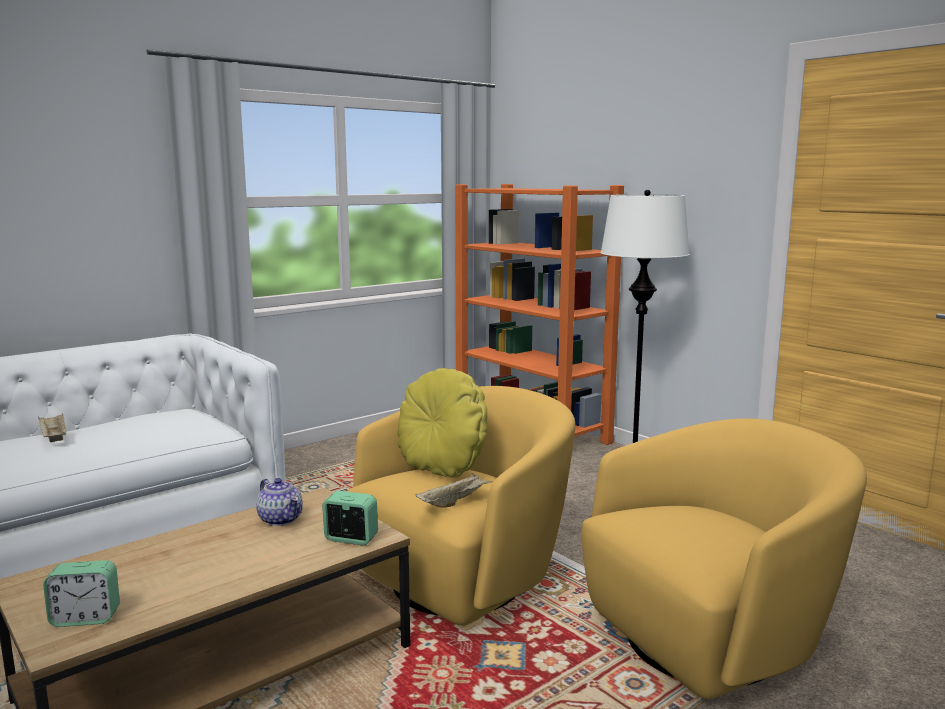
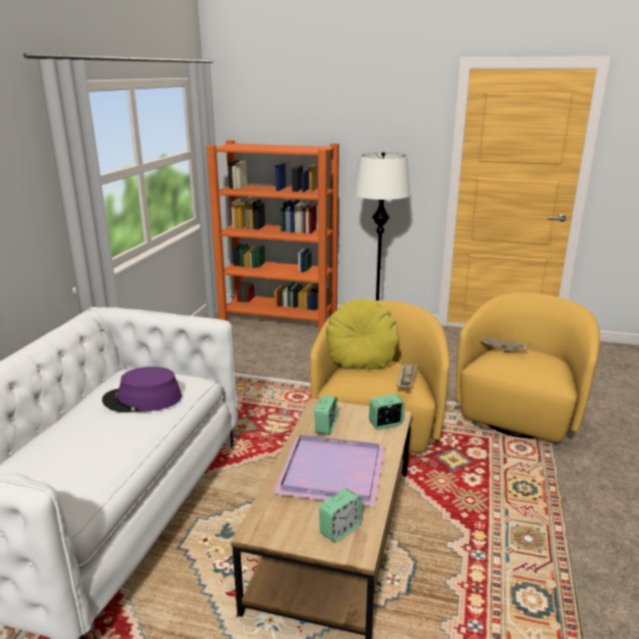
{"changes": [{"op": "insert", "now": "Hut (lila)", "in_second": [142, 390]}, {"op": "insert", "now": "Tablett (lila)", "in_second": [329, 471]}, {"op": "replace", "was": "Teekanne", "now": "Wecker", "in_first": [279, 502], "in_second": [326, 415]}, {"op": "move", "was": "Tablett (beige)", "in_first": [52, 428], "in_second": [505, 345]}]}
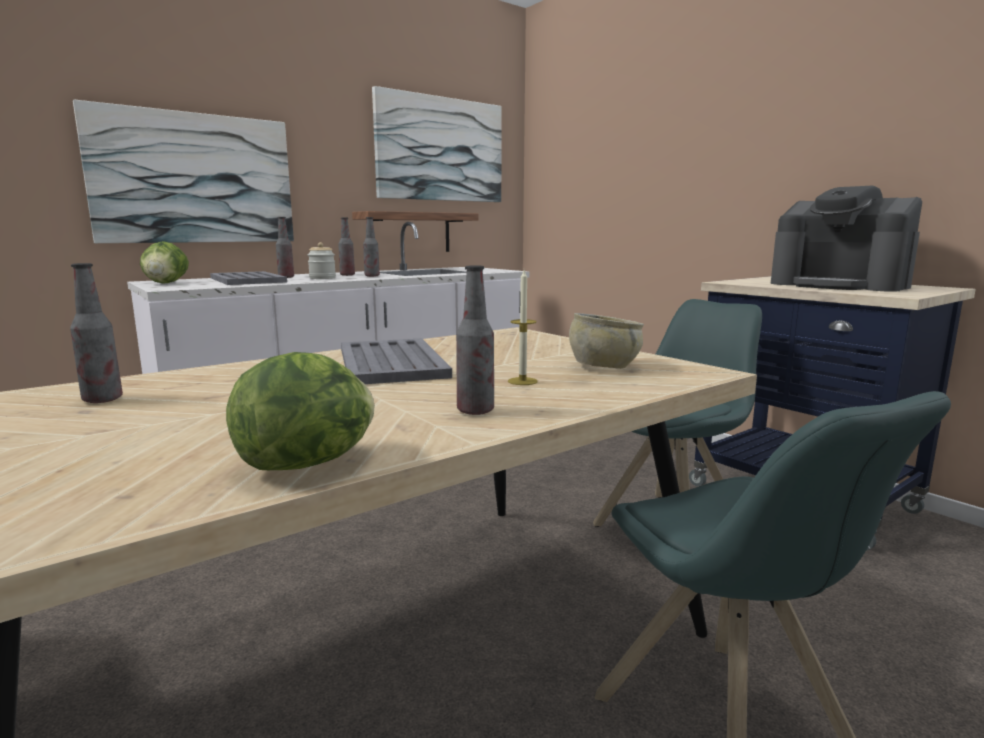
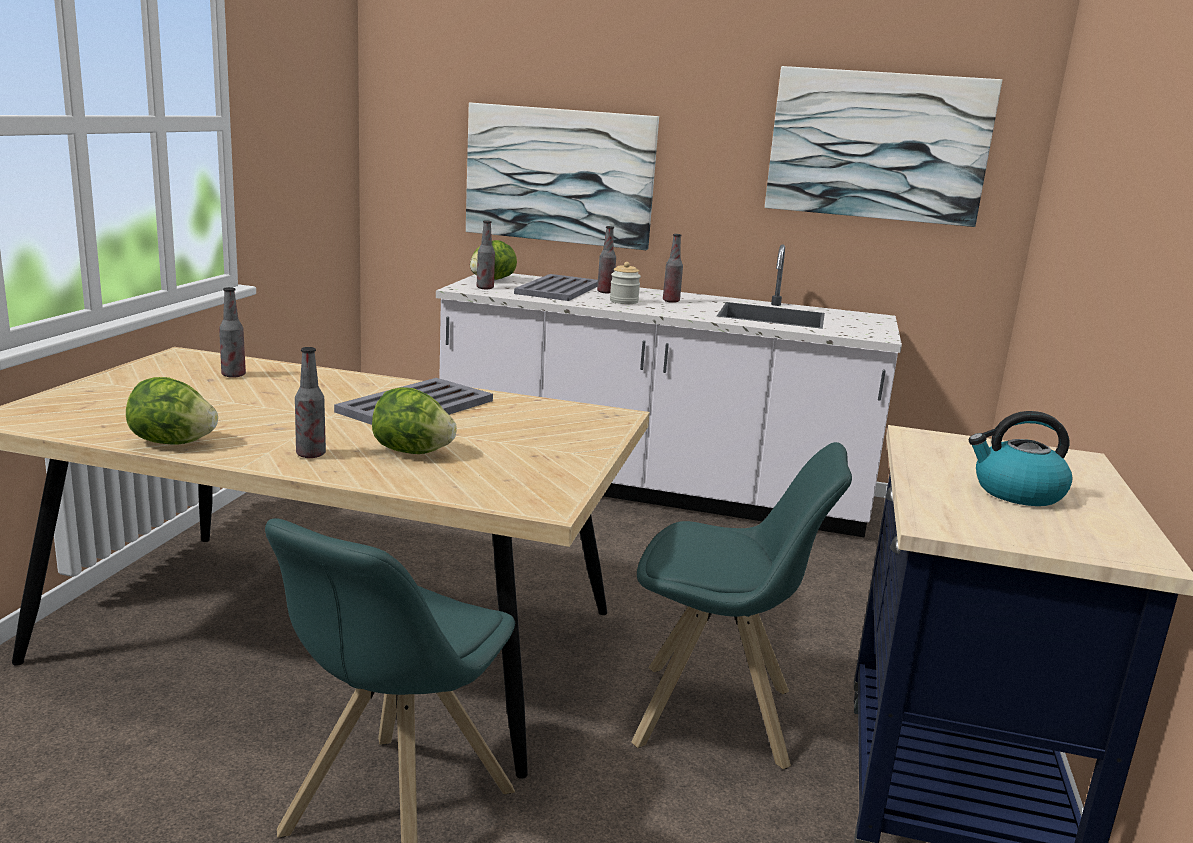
{"changes": [{"op": "replace", "was": "Kerze", "now": "Salatkopf", "in_first": [523, 327], "in_second": [414, 420]}, {"op": "move", "was": "Flasche", "in_first": [371, 247], "in_second": [486, 254]}, {"op": "replace", "was": "Kaffeemaschine", "now": "Wasserkessel", "in_first": [846, 238], "in_second": [1021, 458]}, {"op": "delete", "was": "Wandregal", "in_first": [415, 231]}, {"op": "delete", "was": "Schüssel (beige)", "in_first": [606, 341]}]}
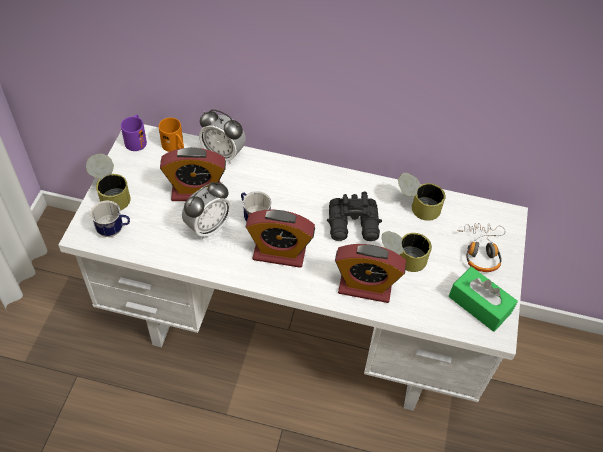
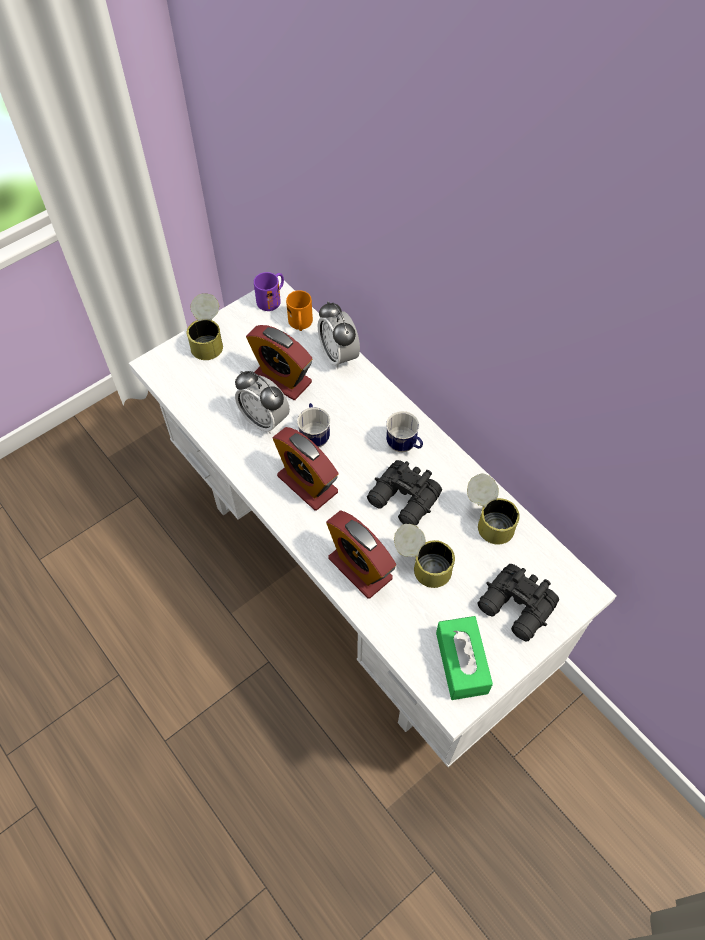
{"changes": [{"op": "rotate", "was": "Wecker", "in_first": [207, 211], "in_second": [262, 402], "clockwise": 45}, {"op": "move", "was": "Henkelbecher", "in_first": [110, 218], "in_second": [404, 431]}, {"op": "replace", "was": "Kopfhörer", "now": "Fernglas (schwarz)", "in_first": [481, 247], "in_second": [518, 603]}]}
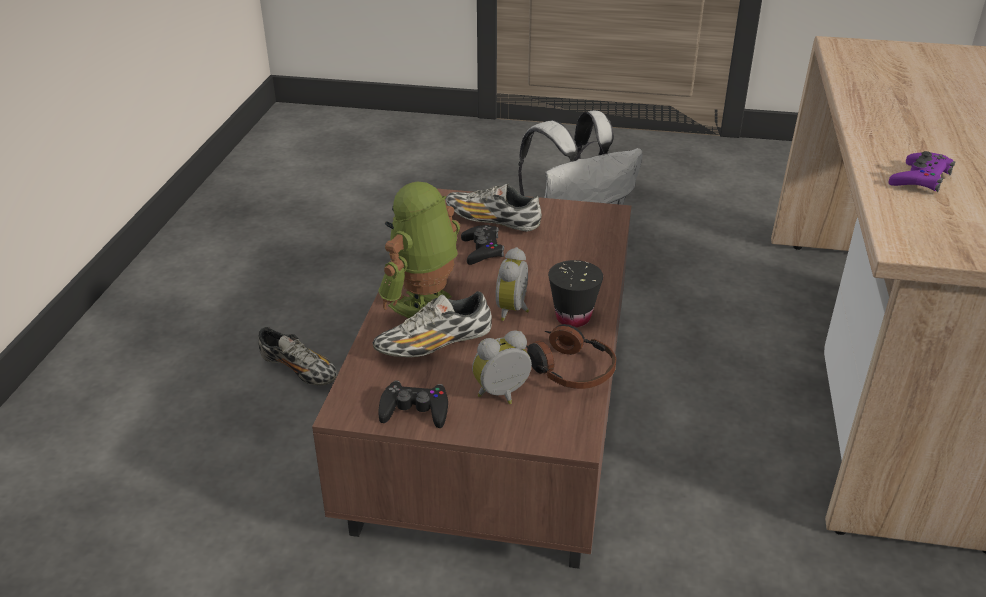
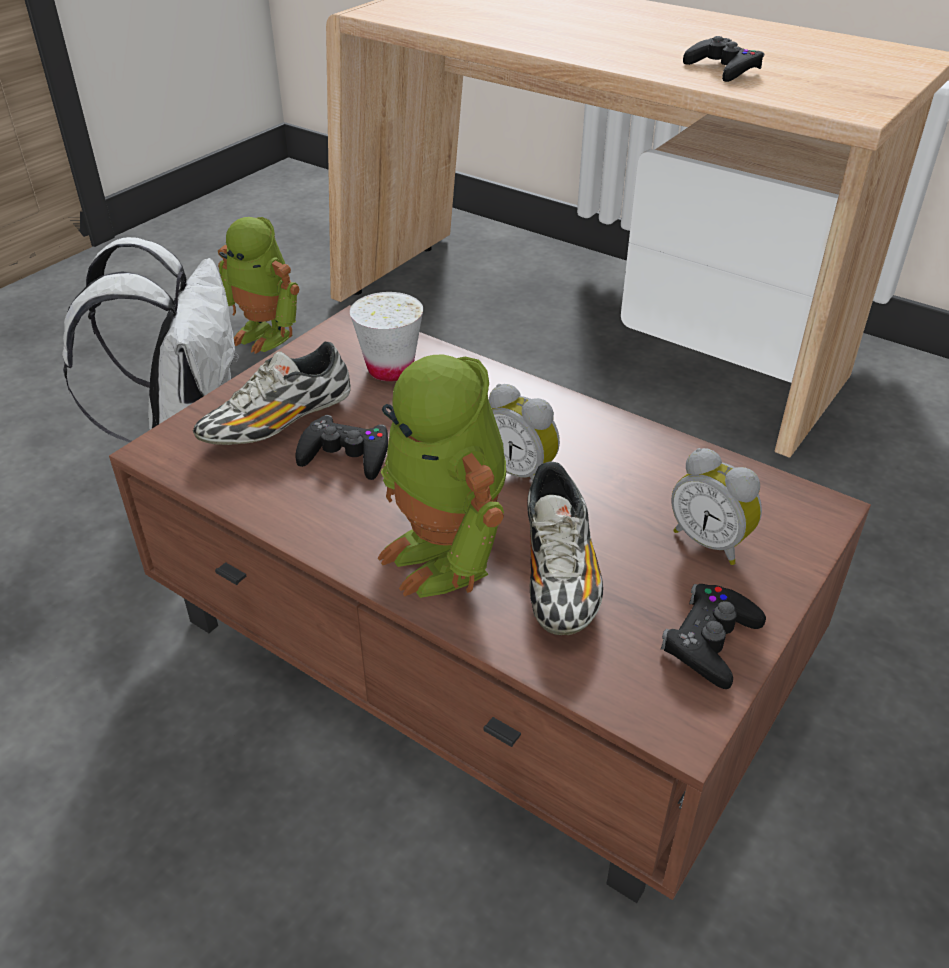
{"changes": [{"op": "insert", "now": "Spielzeugroboter", "in_second": [258, 285]}, {"op": "insert", "now": "Tasse (weiß)", "in_second": [386, 336]}, {"op": "rotate", "was": "Wecker", "in_first": [502, 367], "in_second": [716, 506], "clockwise": -45}, {"op": "recolor", "was": "Gamepad (lila)", "now": "Gamepad (schwarz)", "in_first": [921, 171], "in_second": [723, 59]}, {"op": "delete", "was": "Schuh", "in_first": [297, 356]}, {"op": "delete", "was": "Kopfhörer", "in_first": [571, 356]}, {"op": "delete", "was": "Tasse (schwarz)", "in_first": [575, 293]}]}
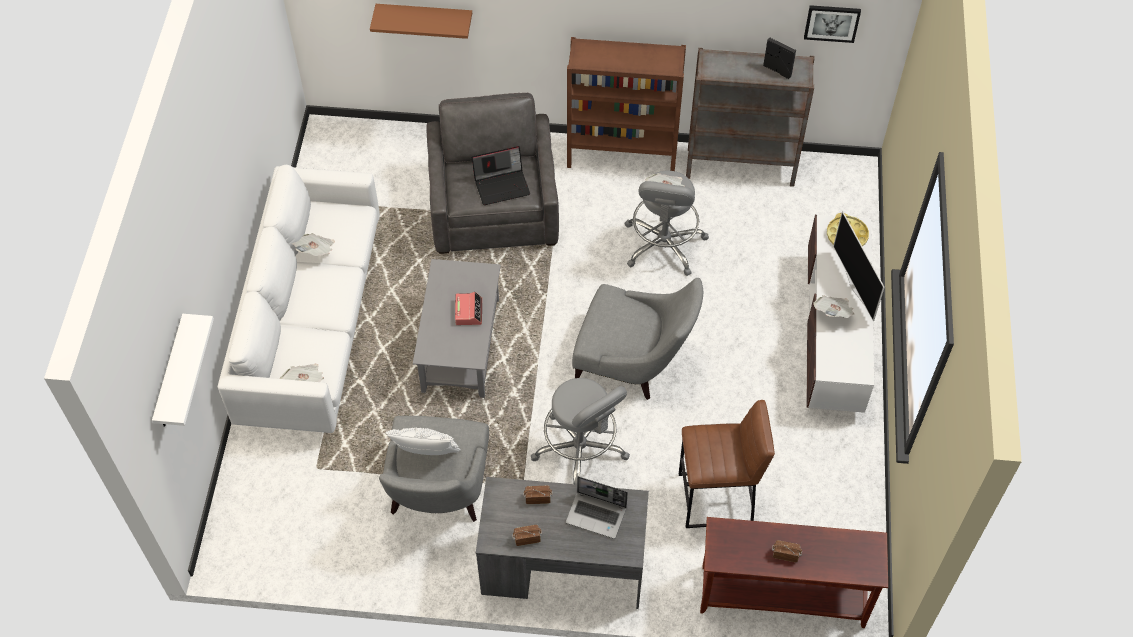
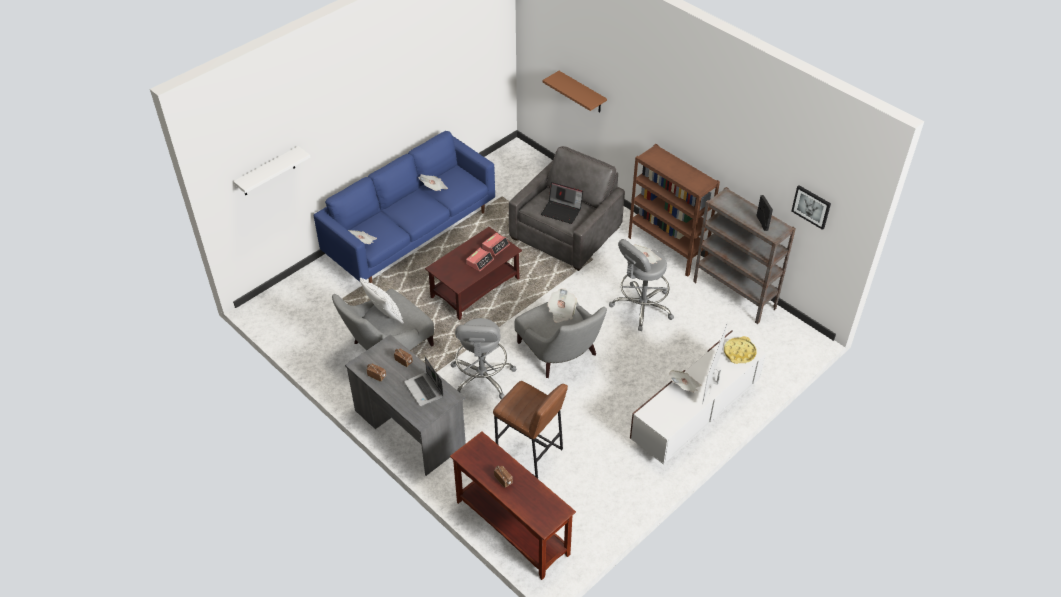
{"changes": [{"op": "recolor", "was": "Sofa (weiß)", "now": "Sofa (blau)", "in_first": [299, 299], "in_second": [404, 207]}, {"op": "recolor", "was": "Couchtisch (grau)", "now": "Couchtisch (braun)", "in_first": [457, 328], "in_second": [473, 273]}, {"op": "insert", "now": "Wecker", "in_second": [496, 244]}, {"op": "insert", "now": "Zeitung", "in_second": [562, 305]}]}
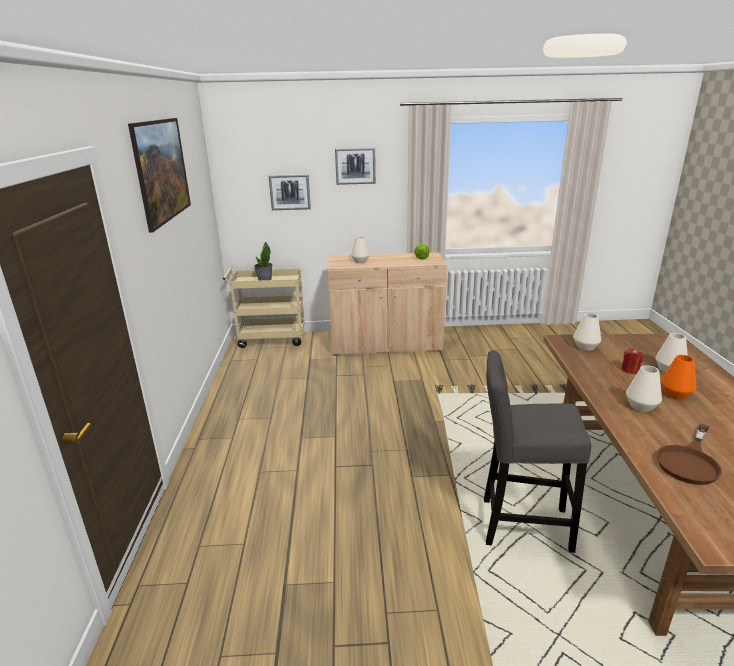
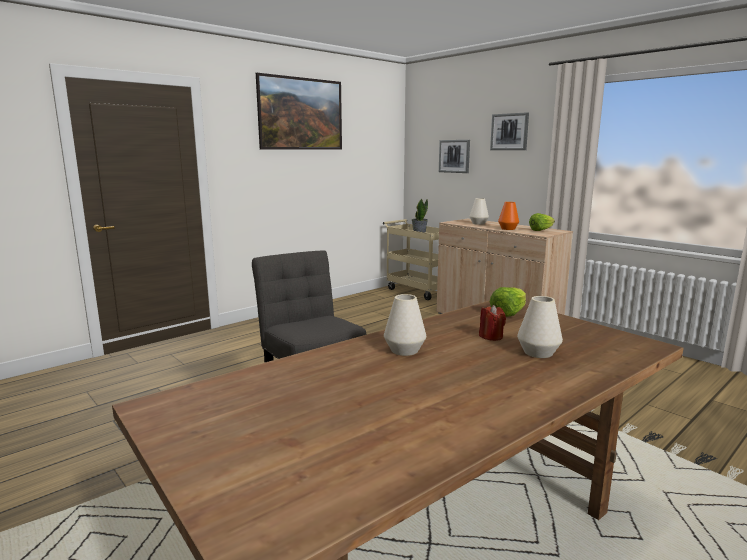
{"changes": [{"op": "replace", "was": "Vase (weiß)", "now": "Salatkopf", "in_first": [587, 332], "in_second": [508, 302]}, {"op": "move", "was": "Vase (orange)", "in_first": [678, 377], "in_second": [508, 216]}, {"op": "delete", "was": "Pfanne (braun)", "in_first": [689, 454]}]}
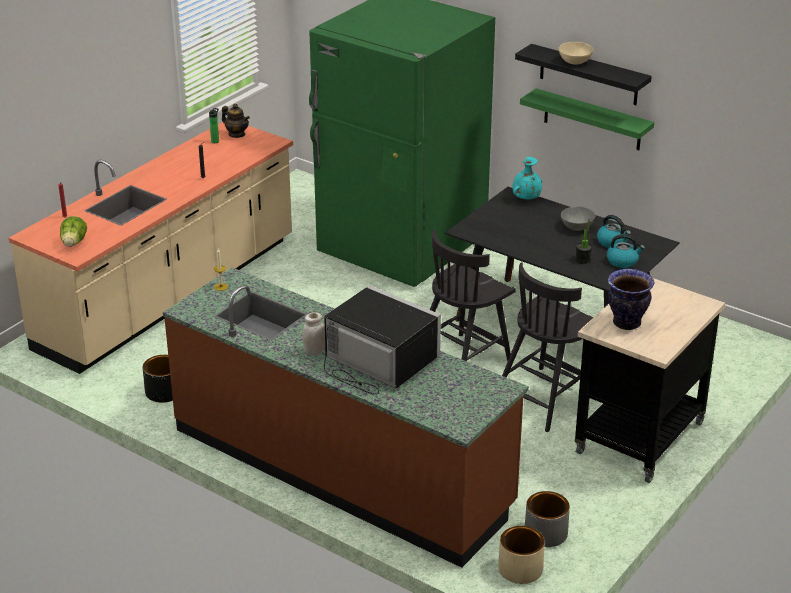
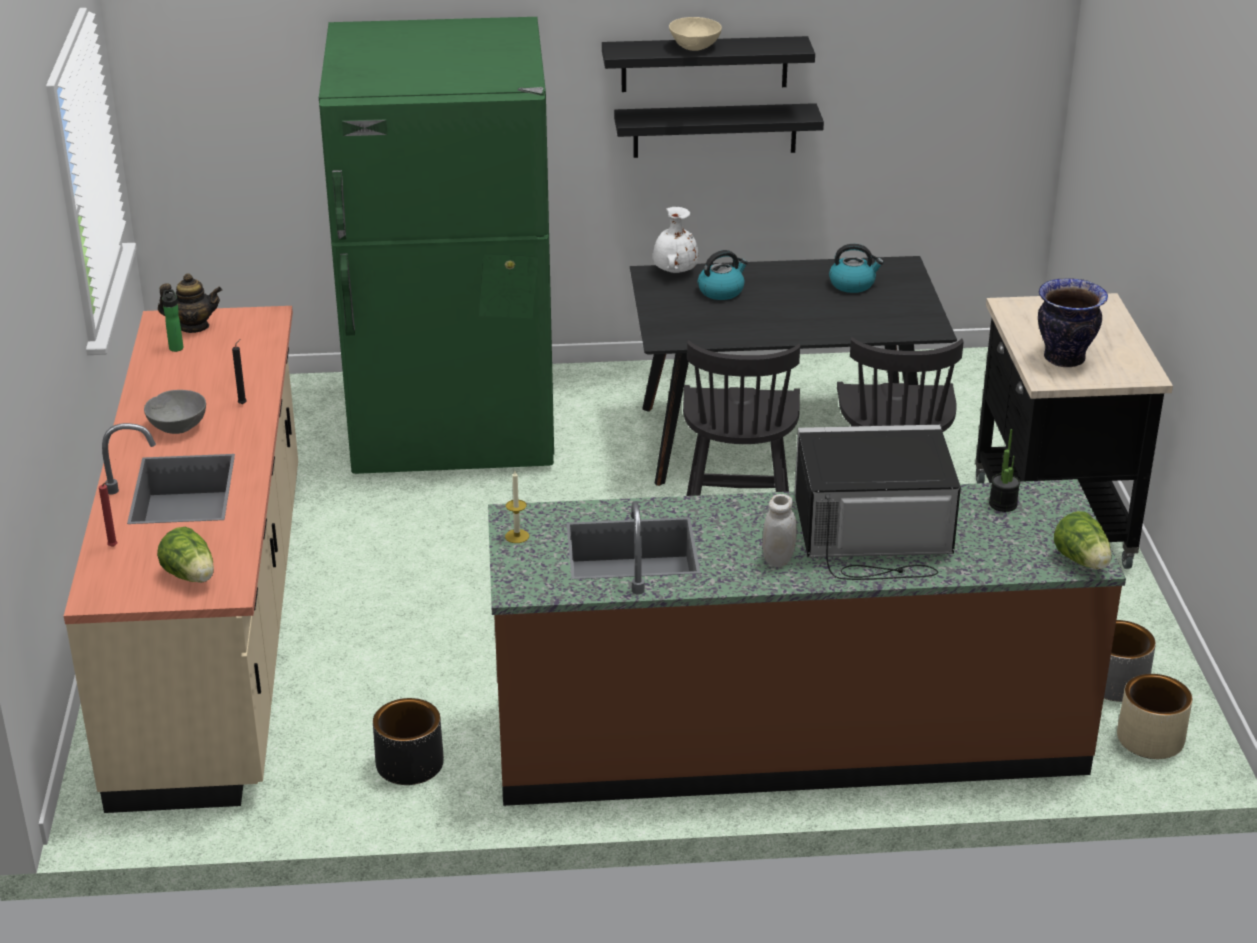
{"changes": [{"op": "move", "was": "Schüssel (grau)", "in_first": [578, 218], "in_second": [175, 412]}, {"op": "recolor", "was": "Wandregal (grün)", "now": "Wandregal (schwarz)", "in_first": [587, 119], "in_second": [719, 130]}, {"op": "recolor", "was": "Vase (türkis)", "now": "Vase (weiß)", "in_first": [527, 178], "in_second": [675, 240]}, {"op": "move", "was": "Wasserkessel", "in_first": [626, 251], "in_second": [723, 275]}, {"op": "move", "was": "Topfpflanze", "in_first": [583, 241], "in_second": [1004, 470]}, {"op": "insert", "now": "Salatkopf", "in_second": [1083, 540]}]}
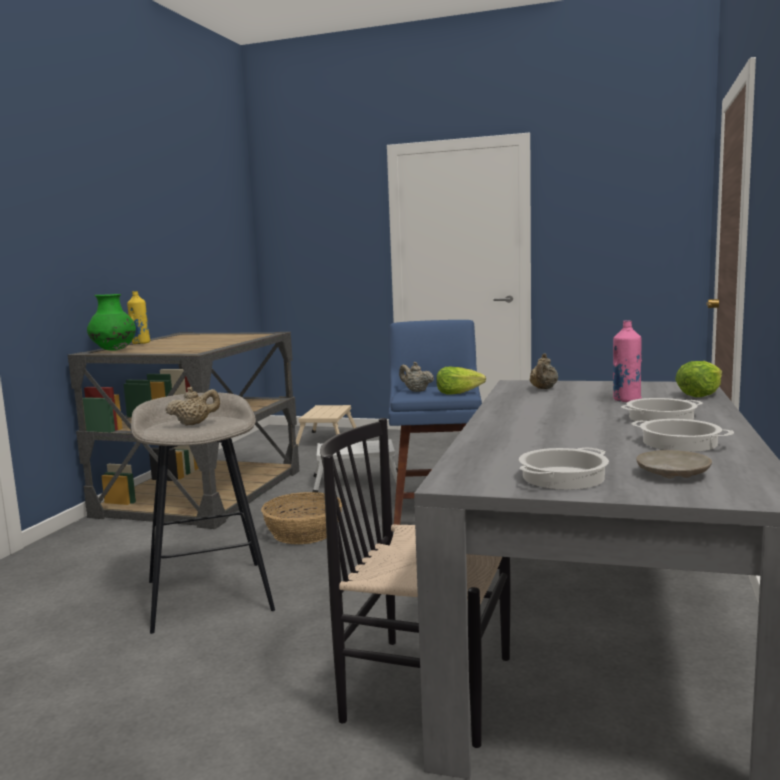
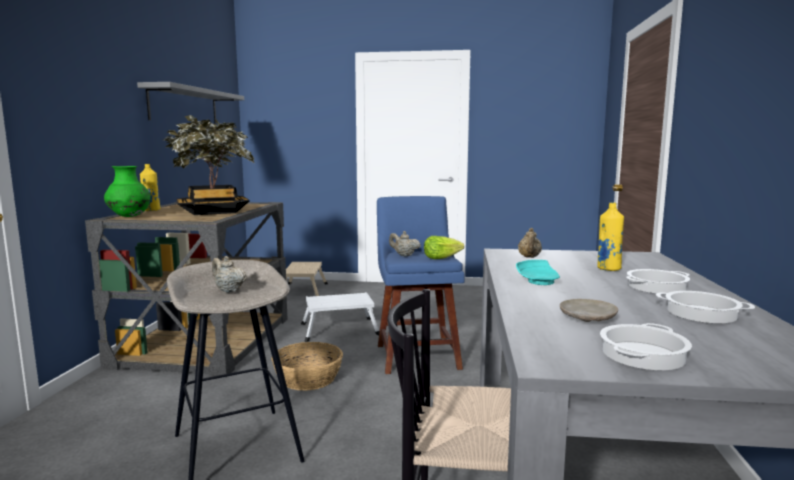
{"changes": [{"op": "insert", "now": "Wandregal (grau)", "in_second": [190, 103]}, {"op": "insert", "now": "Topfpflanze", "in_second": [209, 165]}, {"op": "rotate", "was": "Teekanne (beige)", "in_first": [192, 406], "in_second": [229, 274], "clockwise": -105}, {"op": "insert", "now": "Teller (türkis)", "in_second": [538, 272]}, {"op": "move", "was": "Teller (beige)", "in_first": [674, 464], "in_second": [589, 310]}, {"op": "recolor", "was": "Flasche (rosa)", "now": "Flasche (gelb)", "in_first": [627, 361], "in_second": [610, 236]}, {"op": "delete", "was": "Salatkopf", "in_first": [698, 379]}]}
